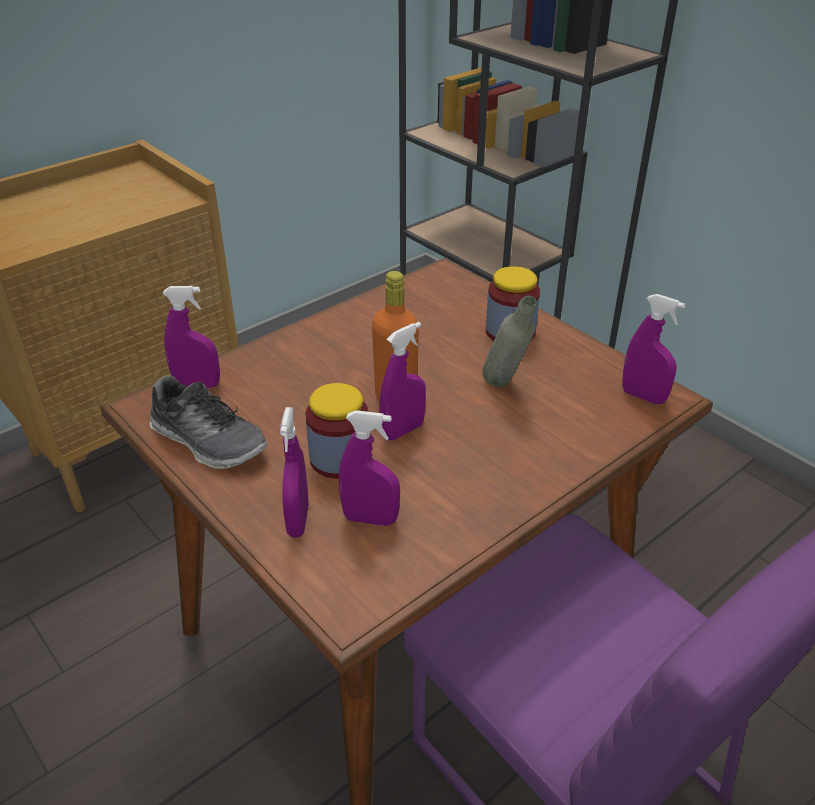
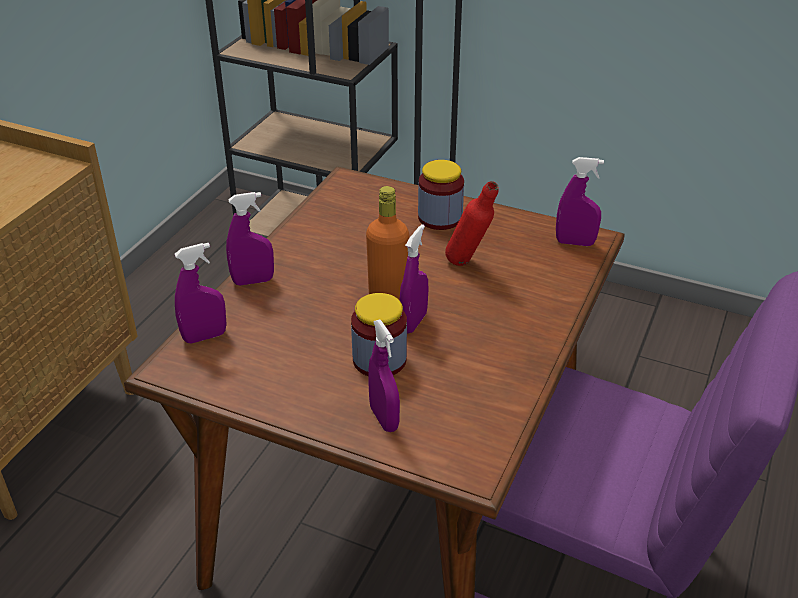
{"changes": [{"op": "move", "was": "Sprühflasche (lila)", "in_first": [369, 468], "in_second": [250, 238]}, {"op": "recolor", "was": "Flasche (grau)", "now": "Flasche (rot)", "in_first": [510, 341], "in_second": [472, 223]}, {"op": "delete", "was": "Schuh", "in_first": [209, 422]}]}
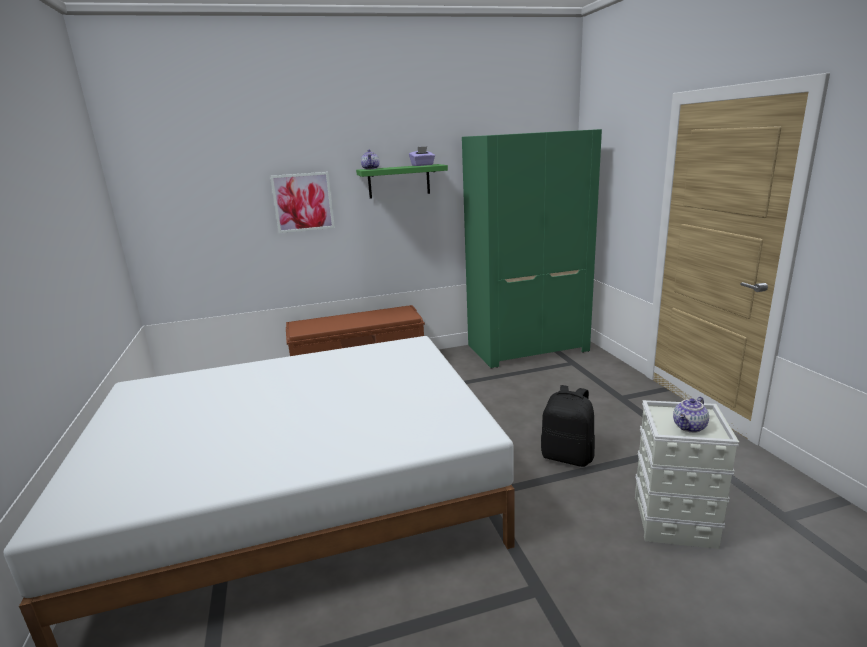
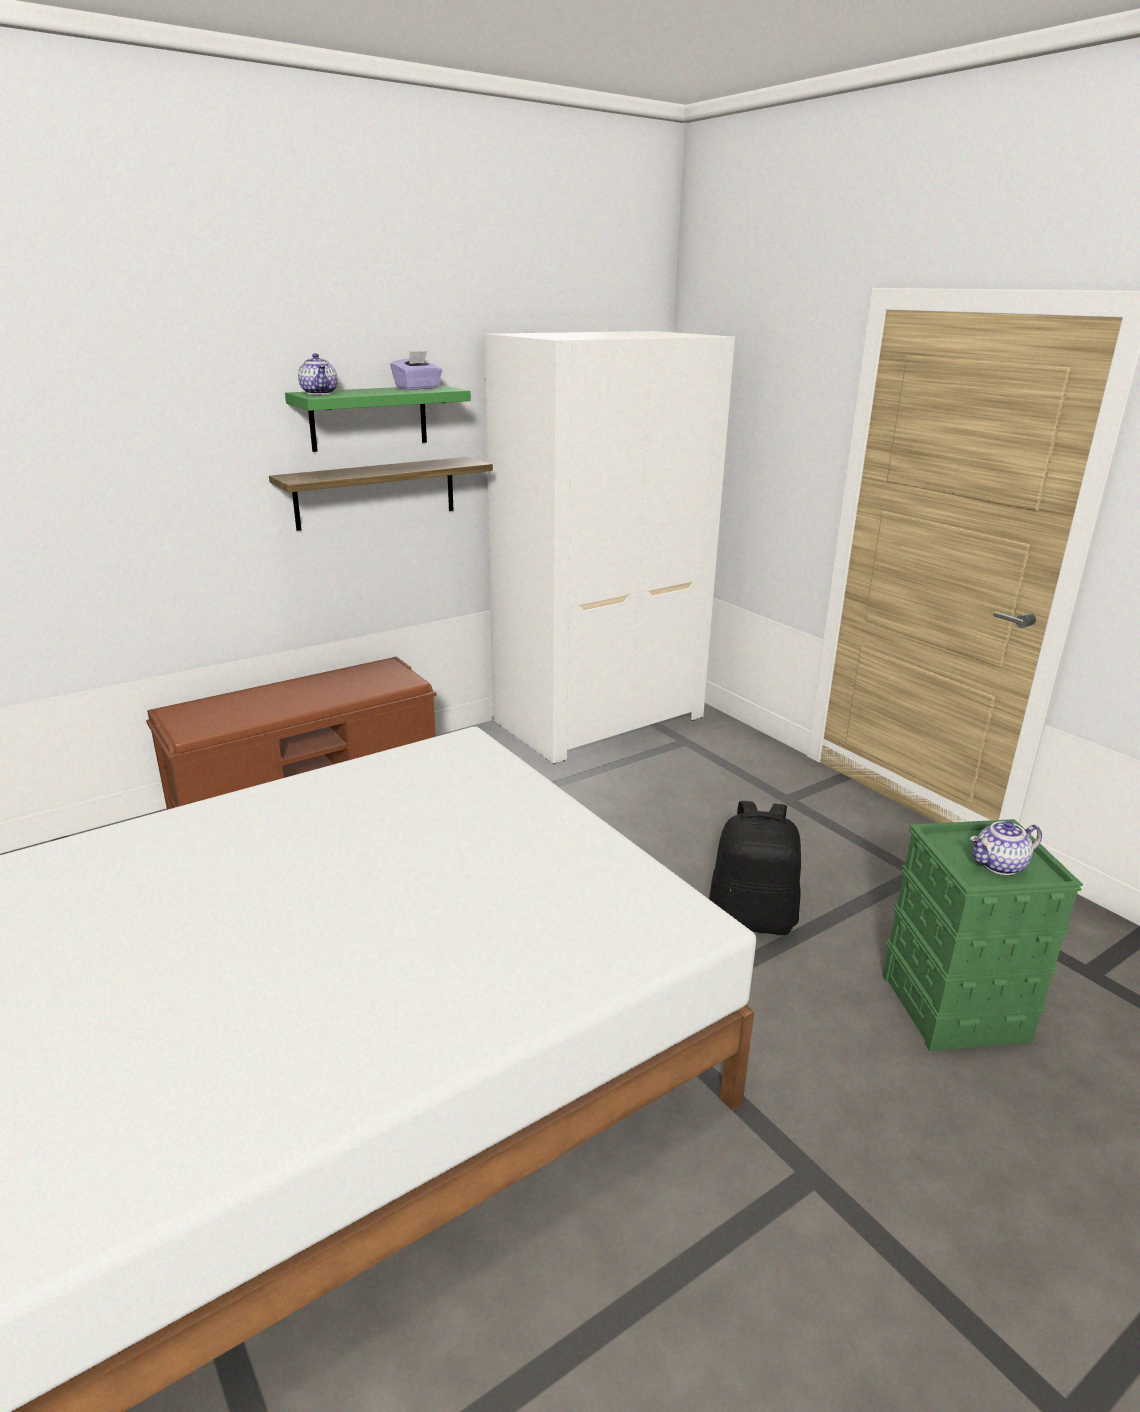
{"changes": [{"op": "insert", "now": "Wandregal", "in_second": [381, 494]}, {"op": "recolor", "was": "Kleiderschrank (grün)", "now": "Kleiderschrank (weiß)", "in_first": [532, 249], "in_second": [609, 547]}, {"op": "recolor", "was": "Aufbewahrungsbox (grau)", "now": "Aufbewahrungsbox (grün)", "in_first": [687, 474], "in_second": [983, 935]}, {"op": "rotate", "was": "Teekanne", "in_first": [691, 415], "in_second": [1006, 848], "clockwise": 45}, {"op": "delete", "was": "Bild", "in_first": [302, 202]}]}
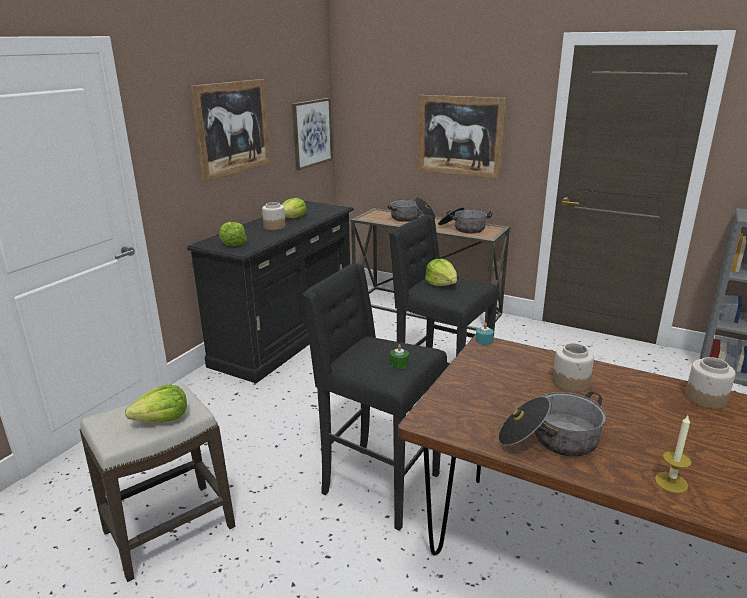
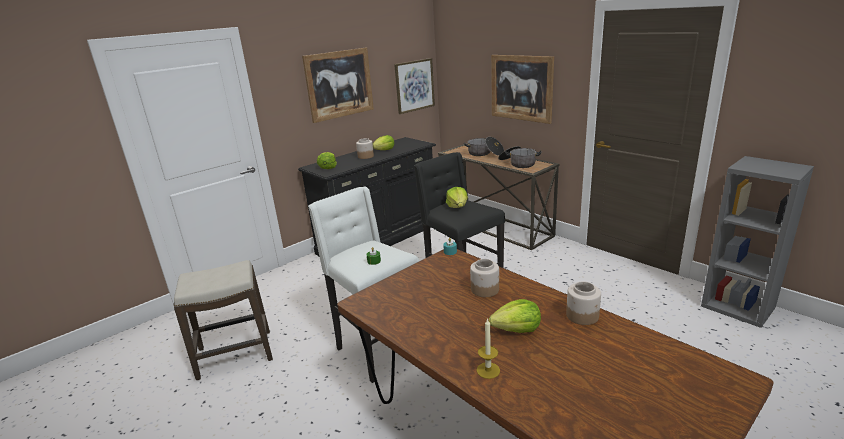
{"changes": [{"op": "recolor", "was": "Hocker (schwarz)", "now": "Hocker (weiß)", "in_first": [374, 397], "in_second": [363, 285]}, {"op": "move", "was": "Salatkopf", "in_first": [156, 403], "in_second": [515, 316]}, {"op": "delete", "was": "Kochtopf", "in_first": [552, 424]}]}
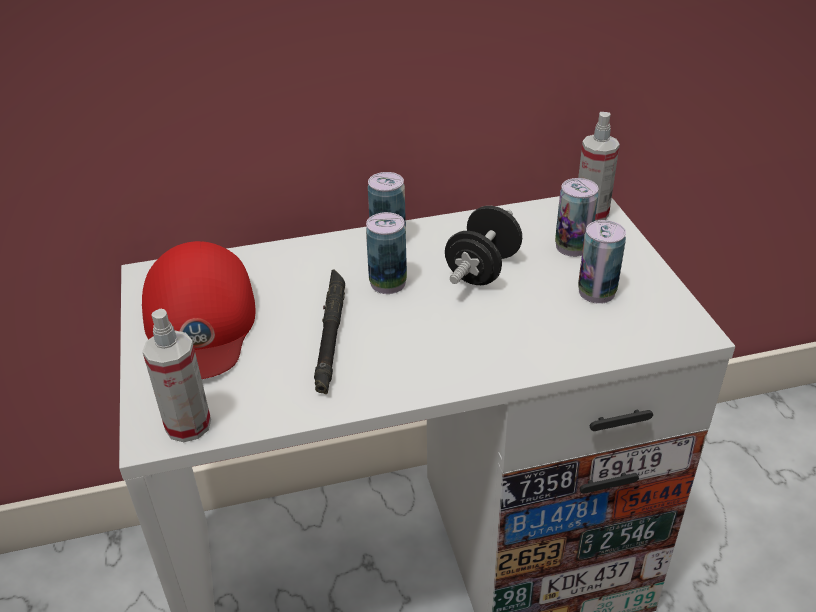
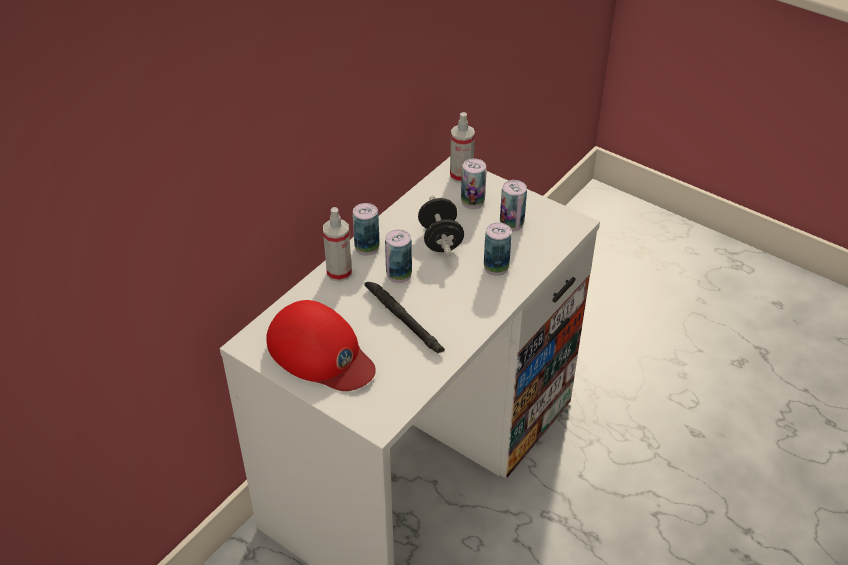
{"changes": [{"op": "move", "was": "Sprühflasche", "in_first": [176, 375], "in_second": [337, 244]}, {"op": "insert", "now": "Dose", "in_second": [498, 249]}]}
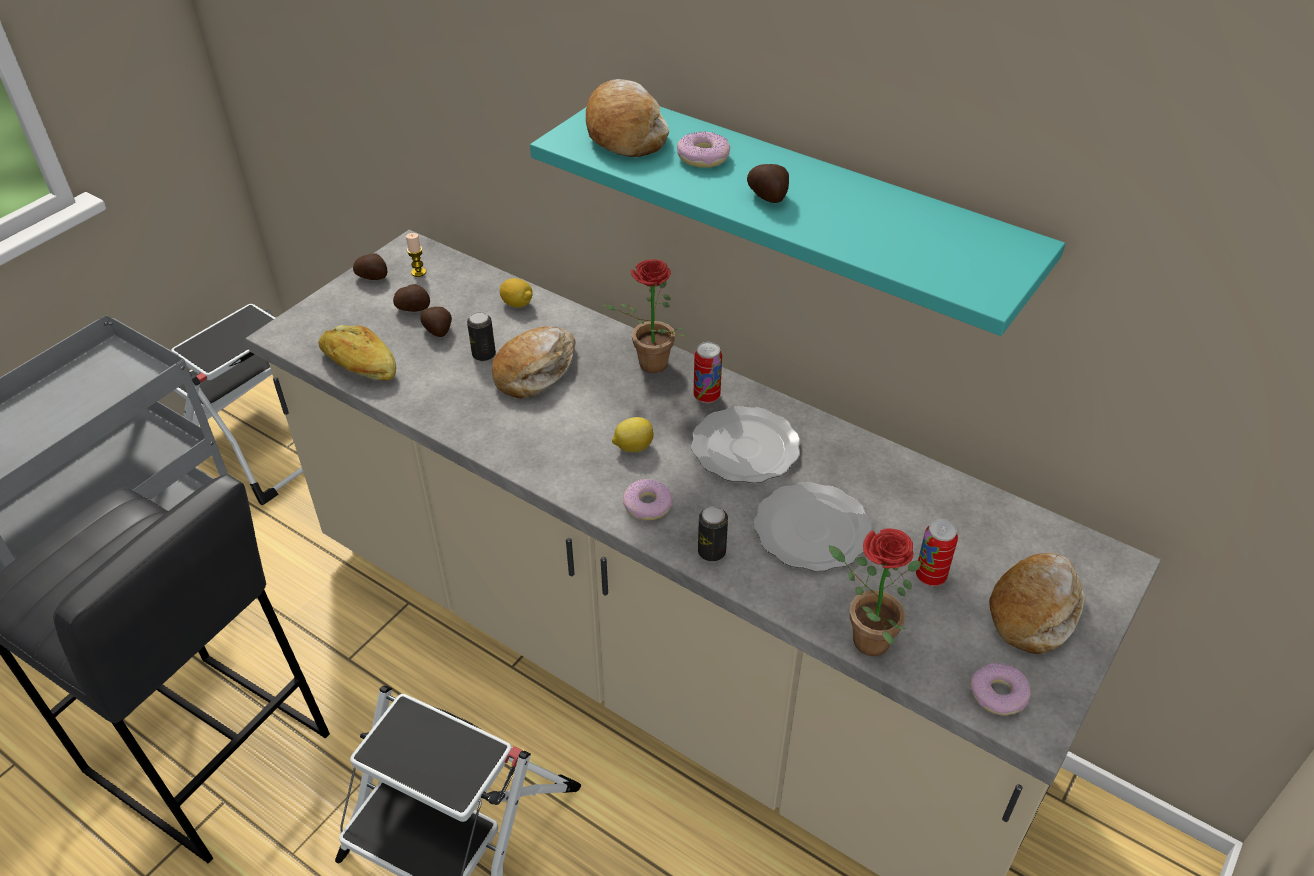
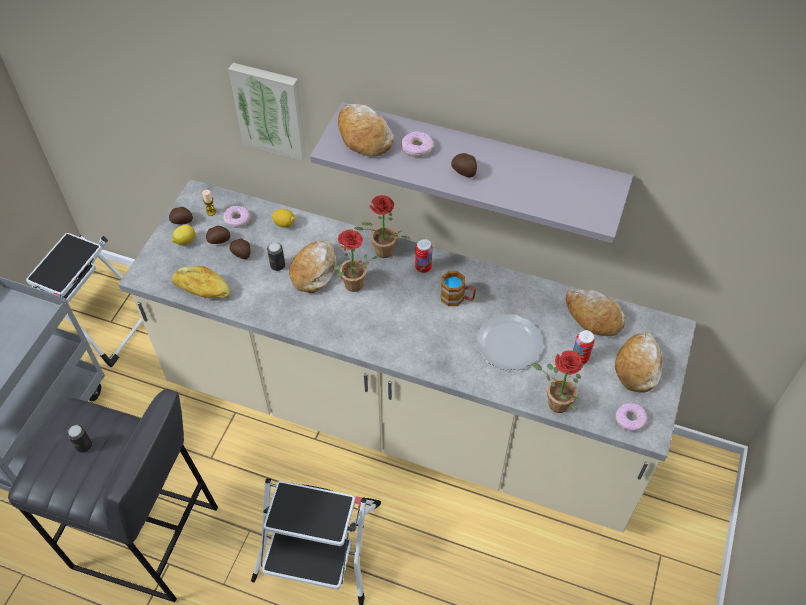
{"changes": [{"op": "move", "was": "Dose", "in_first": [713, 534], "in_second": [79, 439]}, {"op": "move", "was": "Zitrone", "in_first": [633, 434], "in_second": [183, 235]}, {"op": "move", "was": "Donut", "in_first": [647, 499], "in_second": [236, 217]}, {"op": "insert", "now": "Bild", "in_second": [267, 112]}, {"op": "recolor", "was": "Wandregal (türkis)", "now": "Wandregal (grau)", "in_first": [797, 221], "in_second": [471, 172]}, {"op": "insert", "now": "Topfpflanze", "in_second": [357, 260]}, {"op": "replace", "was": "Teller", "now": "Henkelbecher", "in_first": [745, 444], "in_second": [458, 288]}, {"op": "insert", "now": "Brot", "in_second": [595, 312]}]}
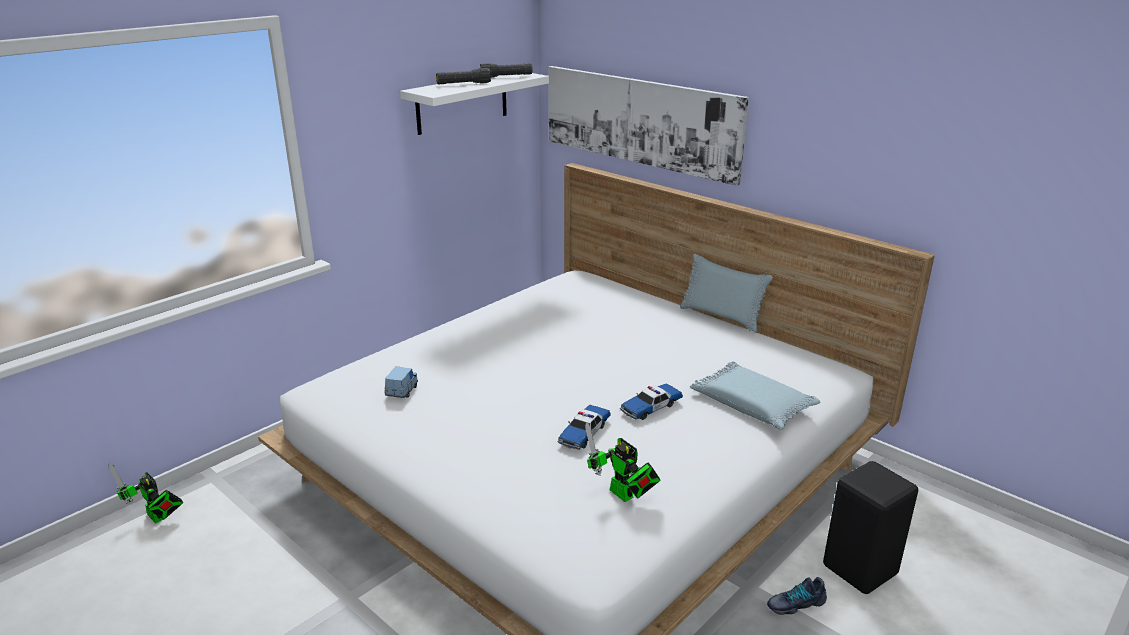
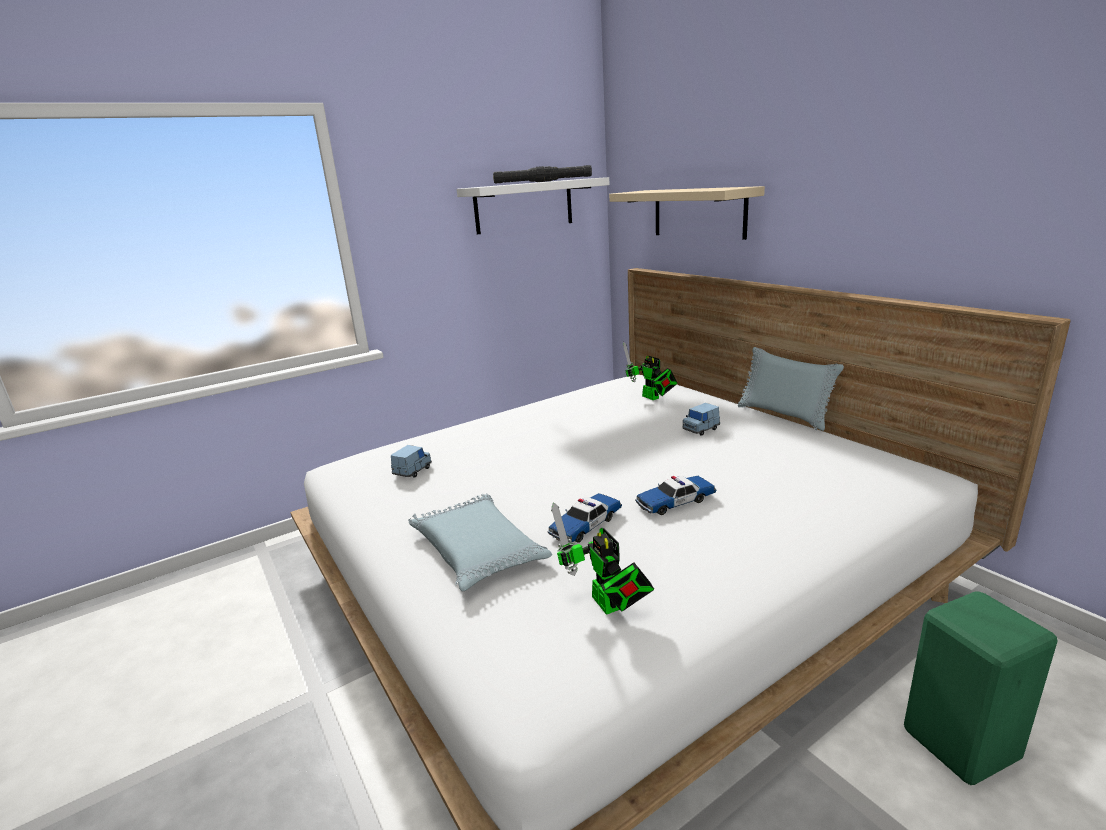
{"changes": [{"op": "move", "was": "Kissen (blau)", "in_first": [755, 395], "in_second": [480, 542]}, {"op": "replace", "was": "Bild", "now": "Wandregal (beige)", "in_first": [648, 126], "in_second": [687, 213]}, {"op": "move", "was": "Spielzeugroboter", "in_first": [145, 493], "in_second": [650, 371]}, {"op": "insert", "now": "Spielzeugauto (blau)", "in_second": [701, 419]}, {"op": "recolor", "was": "Hocker (schwarz)", "now": "Hocker (grün)", "in_first": [870, 527], "in_second": [981, 688]}, {"op": "delete", "was": "Schuh", "in_first": [797, 596]}]}
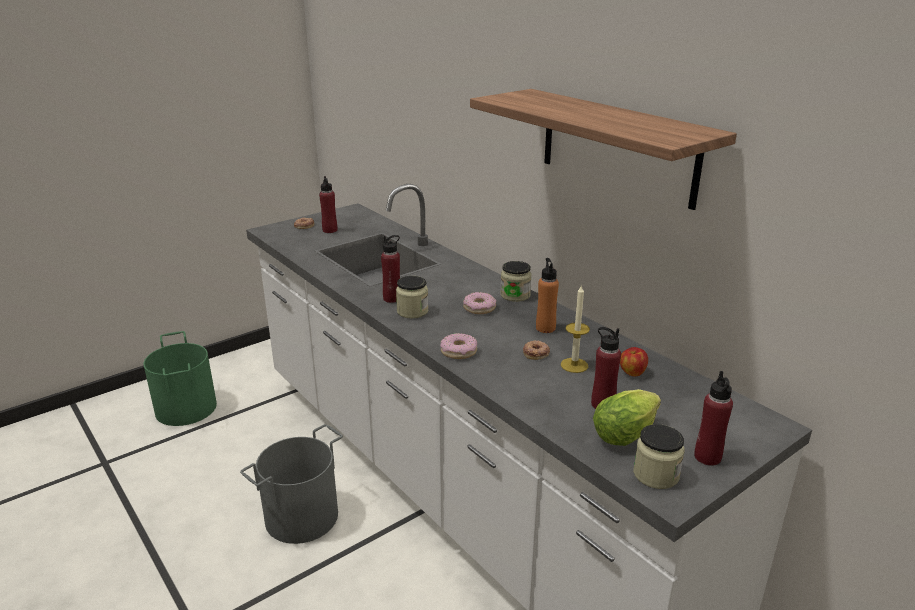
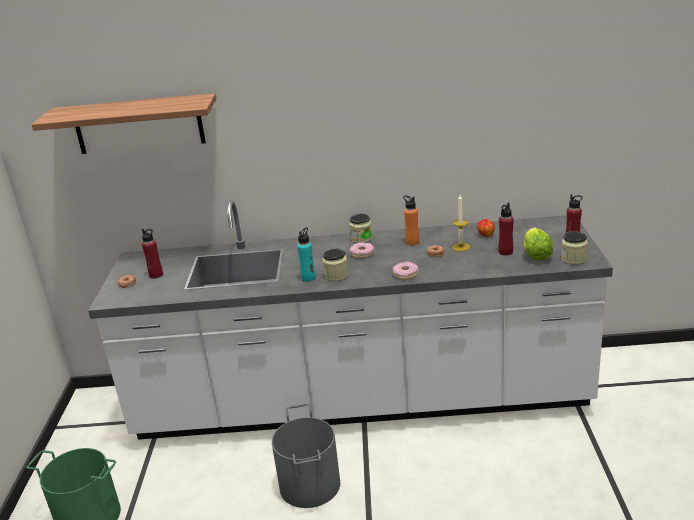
{"changes": [{"op": "move", "was": "Wandregal", "in_first": [603, 149], "in_second": [124, 123]}, {"op": "recolor", "was": "Flasche (rot)", "now": "Flasche (türkis)", "in_first": [390, 269], "in_second": [306, 254]}]}
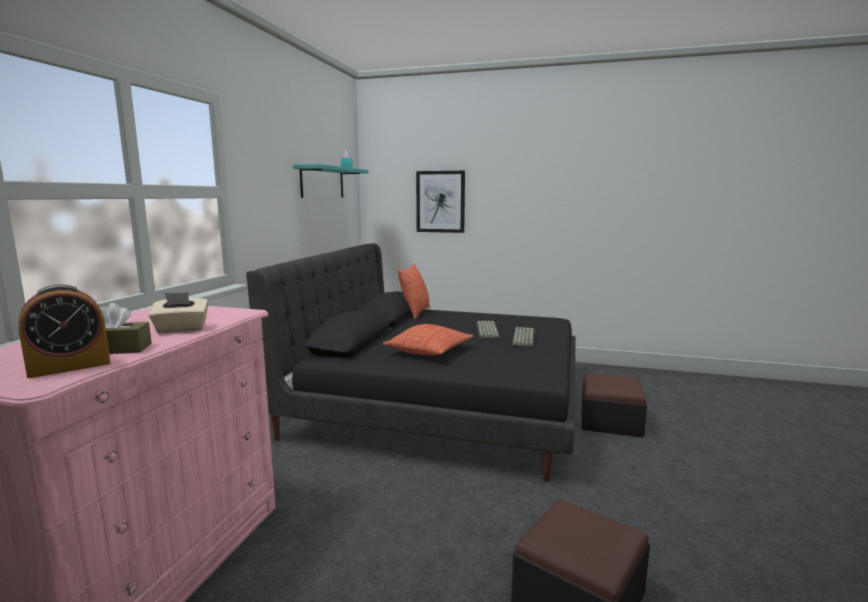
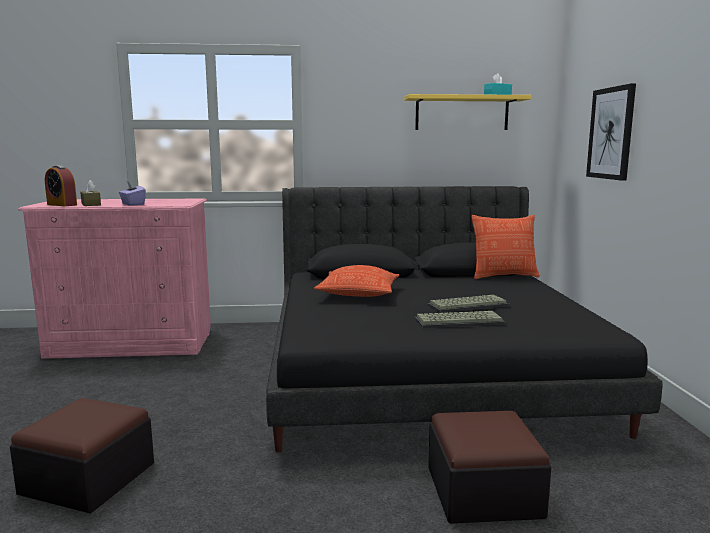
{"changes": [{"op": "recolor", "was": "Taschentuchbox (beige)", "now": "Taschentuchbox (lila)", "in_first": [179, 312], "in_second": [132, 193]}, {"op": "recolor", "was": "Wandregal (türkis)", "now": "Wandregal (gelb)", "in_first": [330, 181], "in_second": [467, 112]}]}
